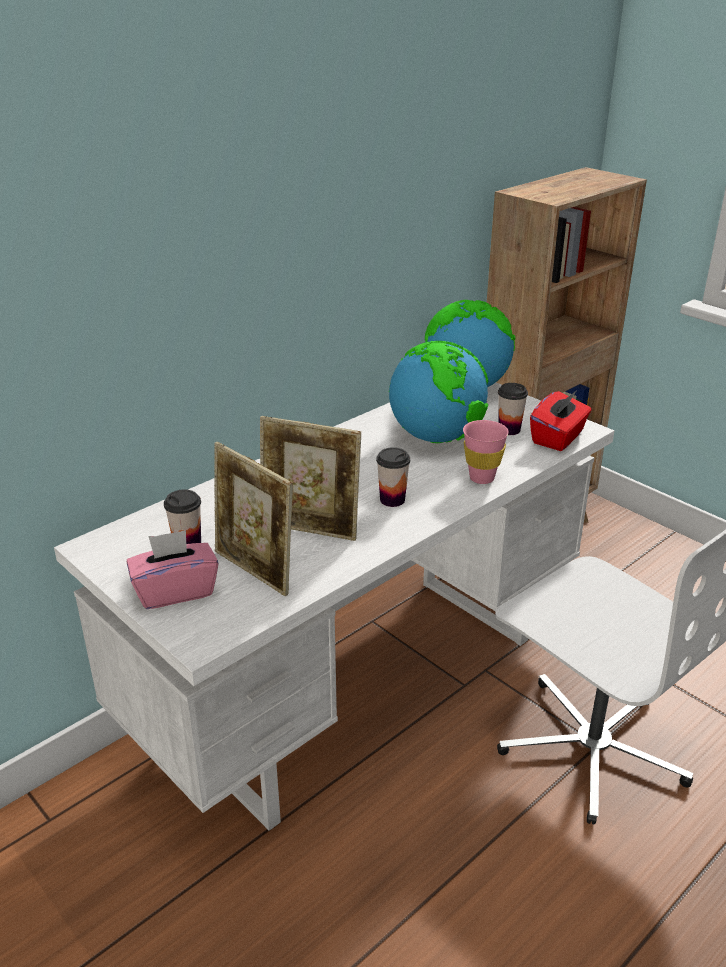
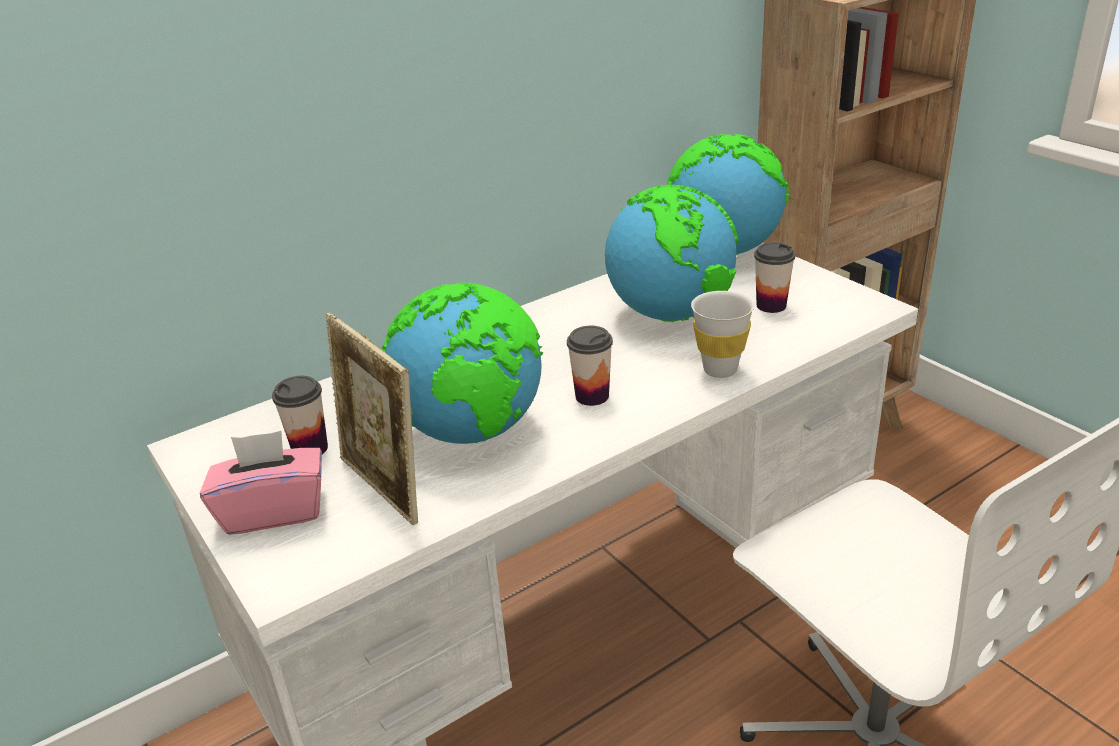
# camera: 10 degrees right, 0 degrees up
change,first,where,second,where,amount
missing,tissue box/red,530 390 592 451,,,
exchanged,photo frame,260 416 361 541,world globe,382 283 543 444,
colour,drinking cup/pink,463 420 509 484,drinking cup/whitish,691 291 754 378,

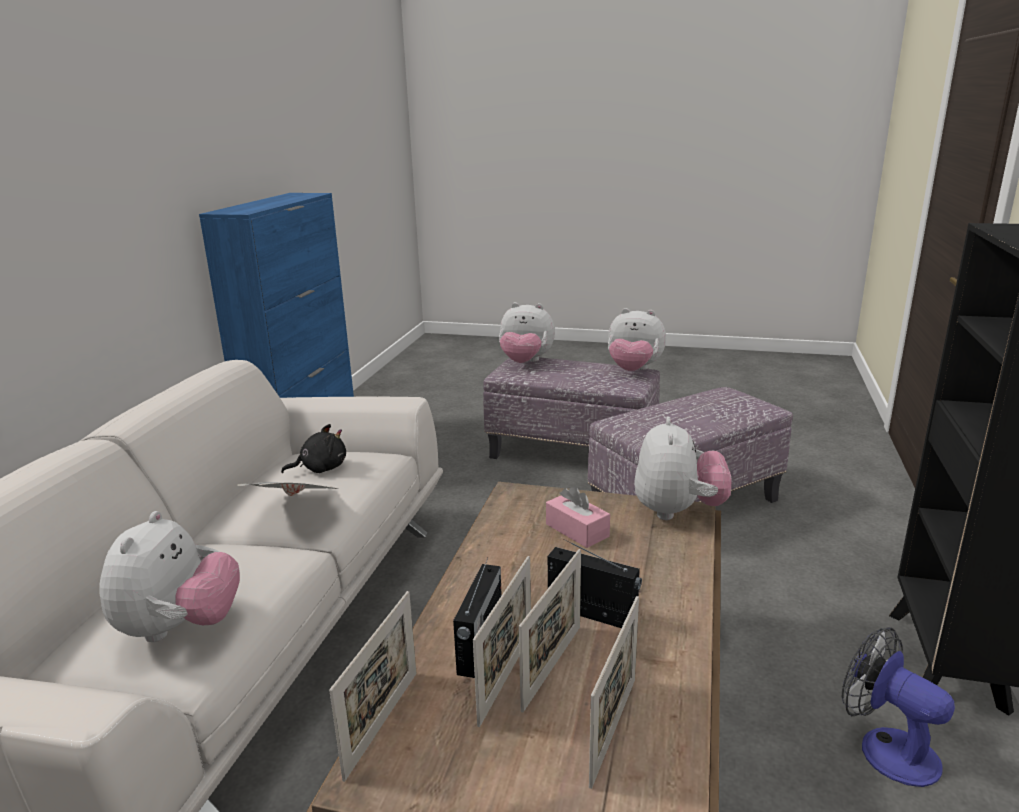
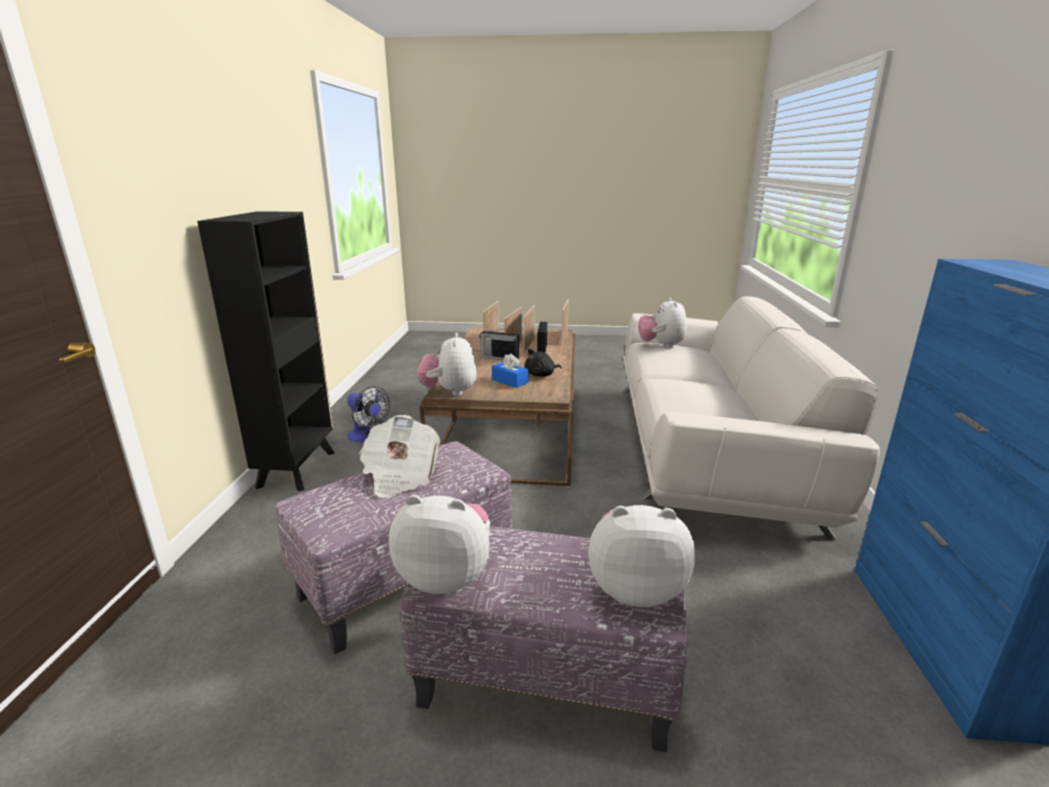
# camera: 170 degrees right, 0 degrees up
change,first,where,second,where,amount
relocated,cuddly toy/black,281 424 346 473,,525 349 562 377,
relocated,newspaper,238 482 338 496,,359 415 440 498,
colour,tissue box/pink,546 486 610 548,tissue box/blue,492 353 528 388,

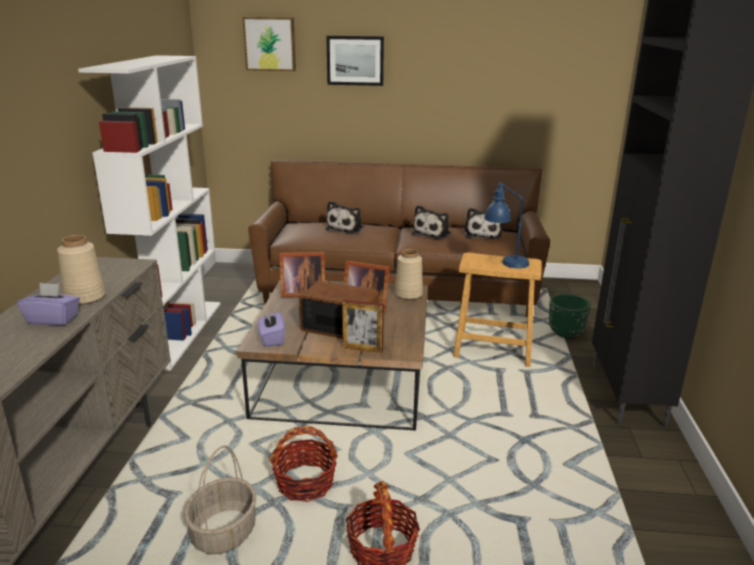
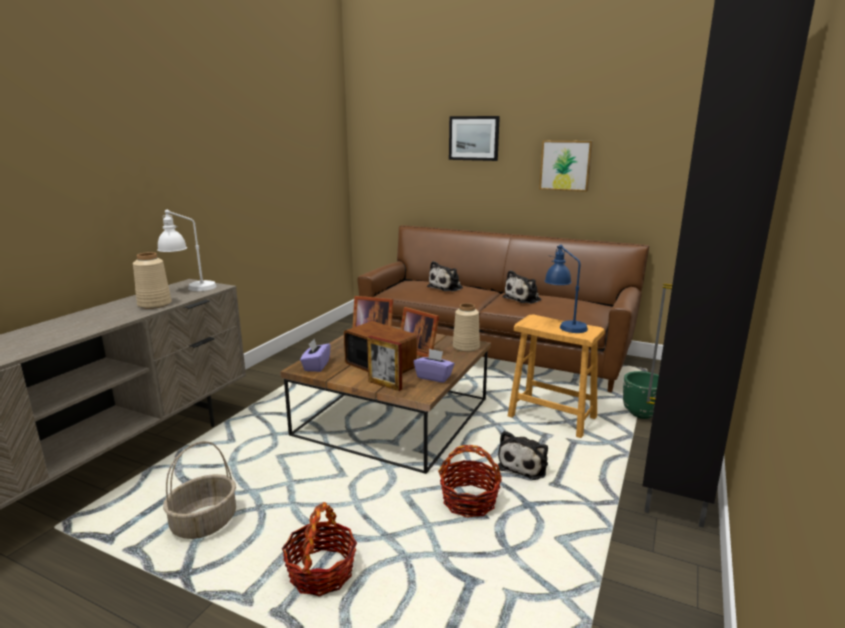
# camera: 20 degrees right, 5 degrees down
change,first,where,second,where,amount
relocated,wall picture,243 17 296 71,,539 140 593 192,
missing,bookcase/whitish,78 55 221 371,,,
relocated,cuddly toy,465 208 503 239,,498 431 548 480,
relocated,tissue box/purplish,17 283 80 325,,414 349 455 383,
relocated,storage basket,270 426 338 502,,438 445 502 518,
appeared,,,tabletop lamp/whitish,157 210 217 291,

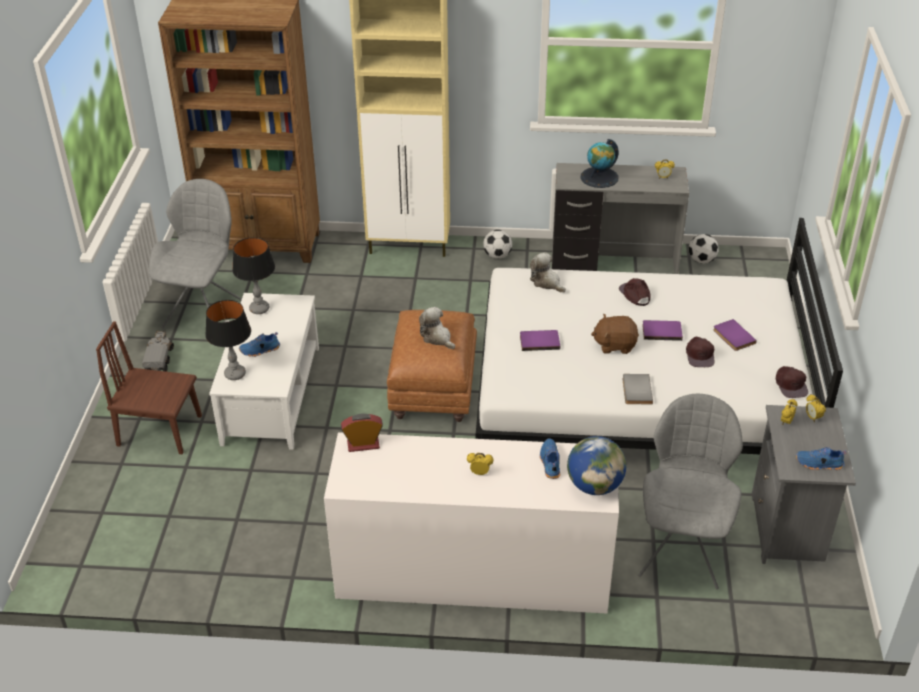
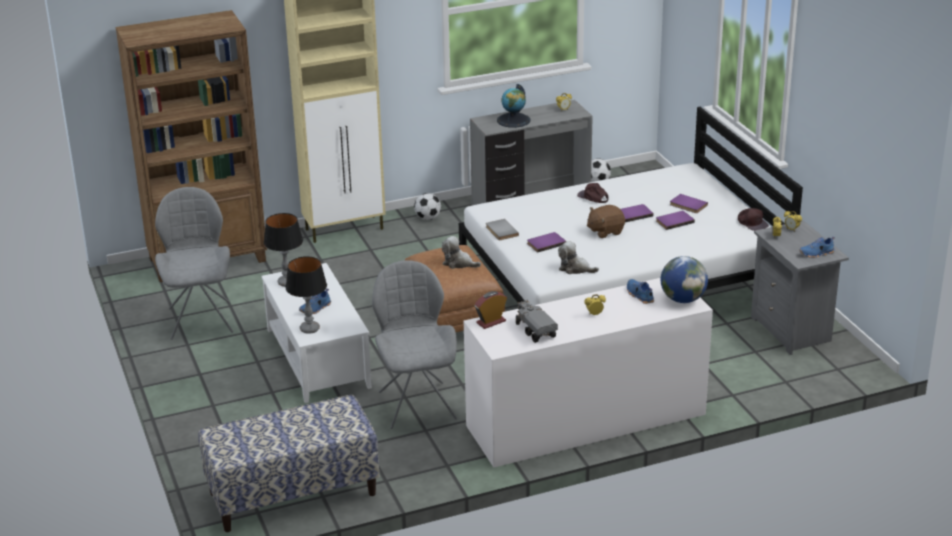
# camera: 25 degrees left, 10 degrees down
change,first,where,second,where,amount
relocated,cuddly toy,530 252 566 293,,558 241 599 274,
missing,chair/brownish,96 321 202 455,,,
relocated,toy truck,142 331 174 372,,516 299 558 343,
exchanged,peaked cap/brownish,686 337 715 367,bound book/purplish,656 211 695 230,
relocated,bound book/gray,623 374 653 404,,486 219 519 240,
relocated,chair/gray,638 394 743 589,,372 260 457 429,
appeared,,,indoor bench,198 395 379 532,

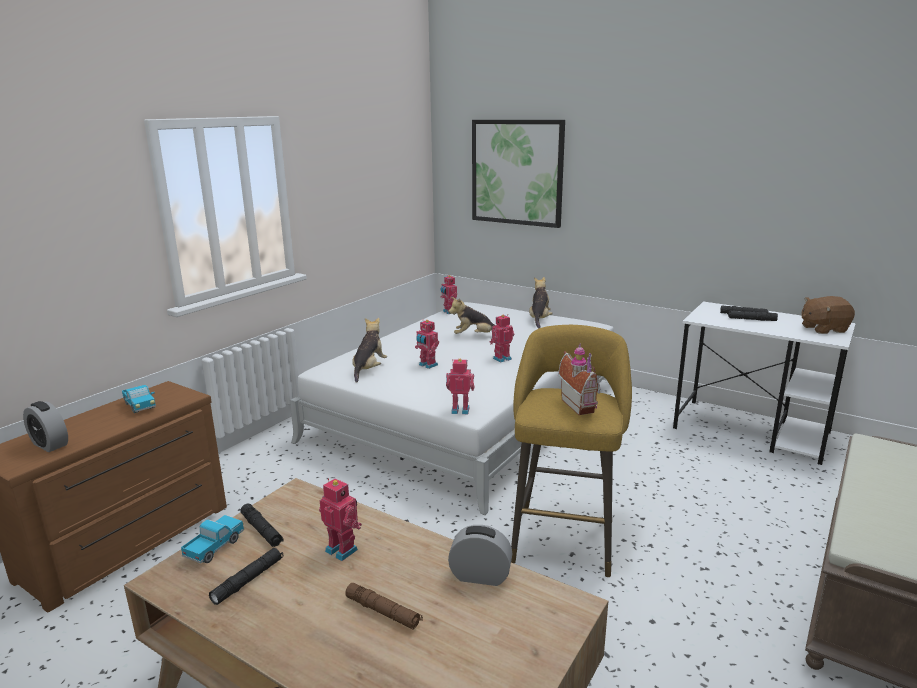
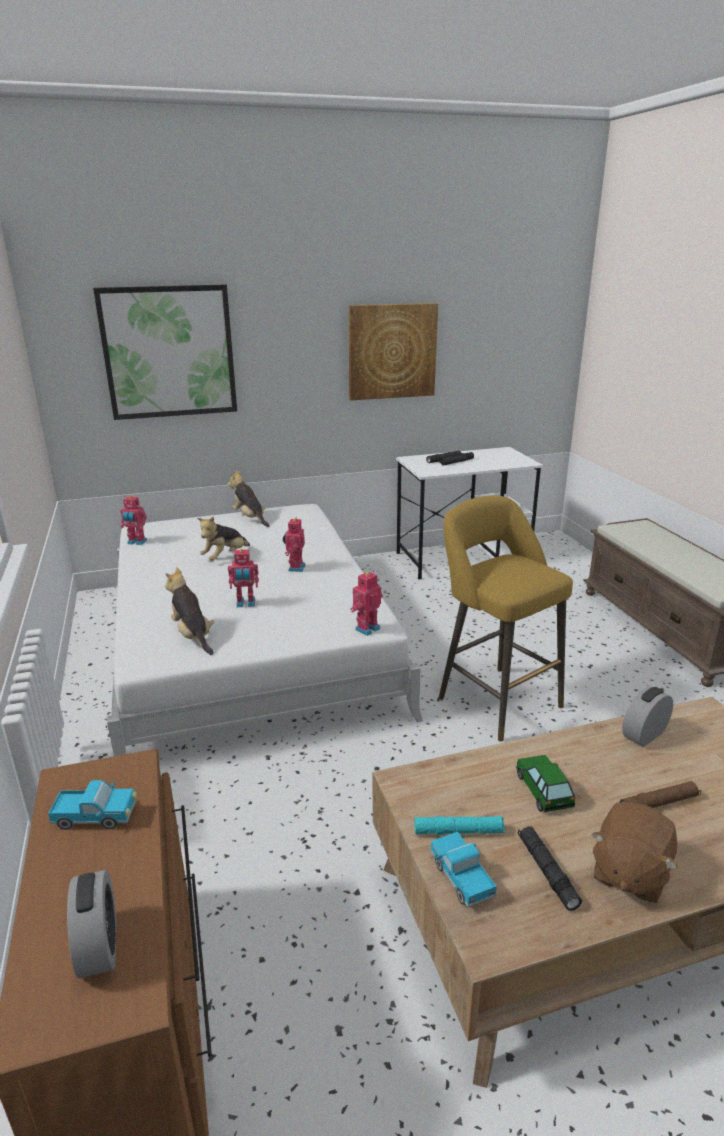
# camera: 50 degrees left, 5 degrees up
change,first,where,second,where,amount
relocated,cuddly toy/brownish,801 296 855 334,,591 803 677 903,
missing,miniature house,558 344 600 416,,,
spun,table clock,23 401 68 452,,67 870 117 978,90 degrees counterclockwise
exchanged,toy robot,319 478 362 561,toy car,516 755 576 812,
colour,flashlight/black,241 503 284 547,flashlight/turquoise,414 816 506 835,
appeared,,,wall picture,349 303 438 400,

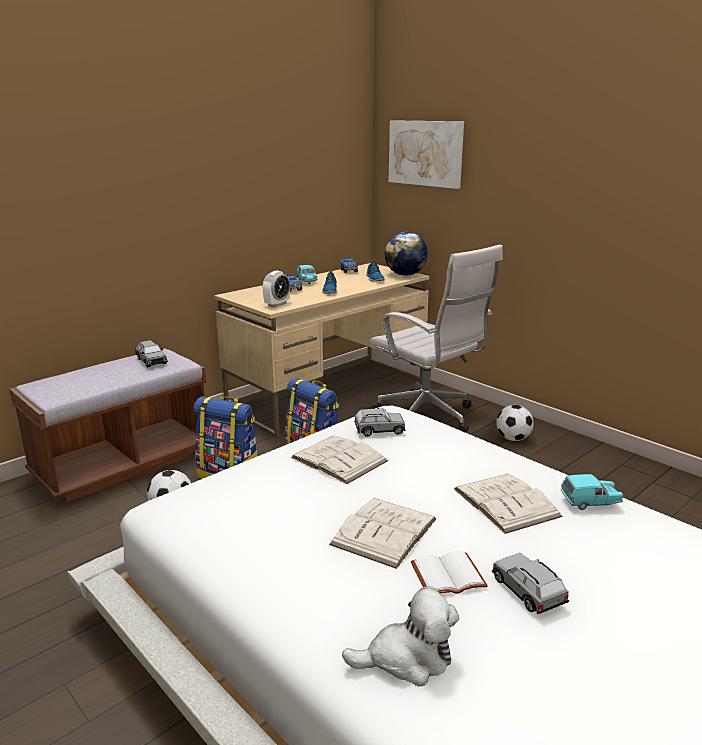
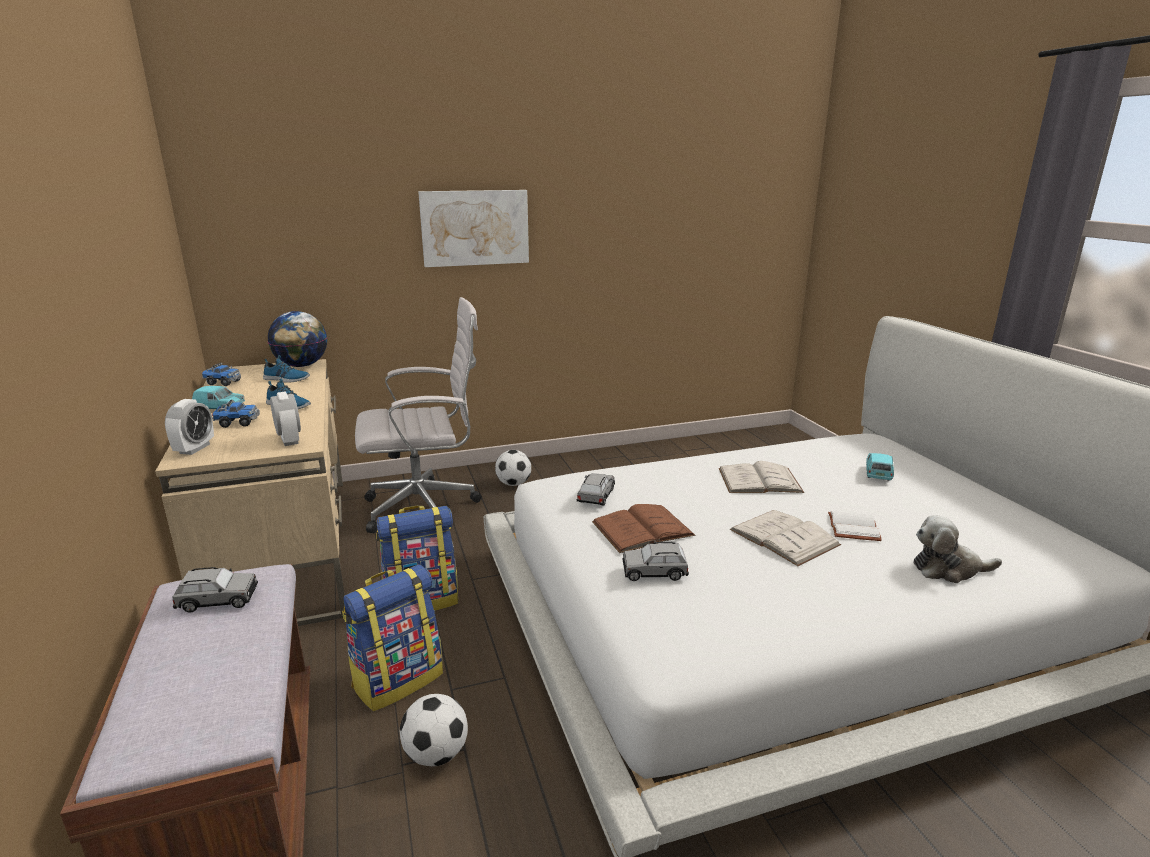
# camera: 65 degrees left, 0 degrees up
change,first,where,second,where,amount
relocated,wall picture,389 120 464 189,,418 190 529 267,
colour,bound book/whitish,291 436 388 484,bound book/brownish,592 504 695 553,
relocated,toy car/turquoise,561 474 624 510,,866 453 894 481,
relocated,toy car/gray,492 553 569 614,,623 542 689 581,
spun,cuddly toy,342 586 459 687,,913 515 1002 583,105 degrees counterclockwise
appeared,,,table clock,165 399 214 455,

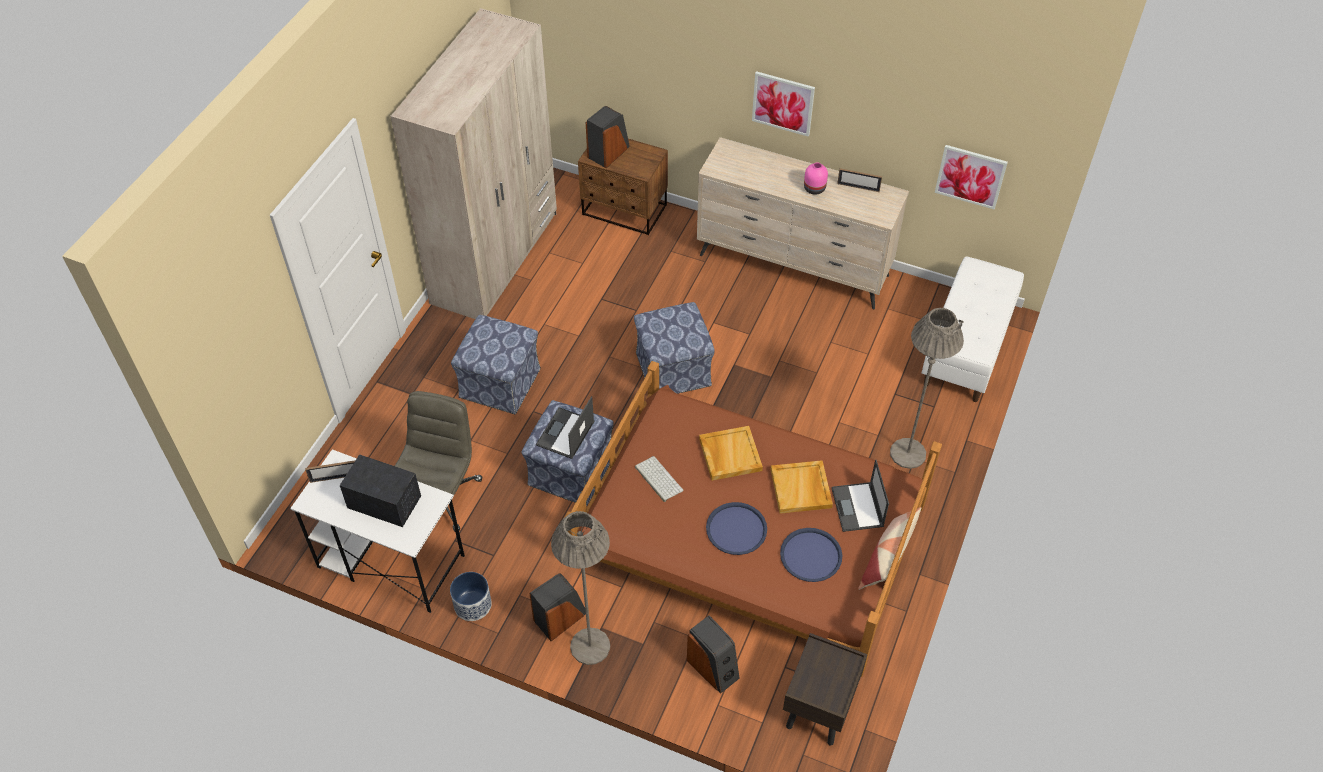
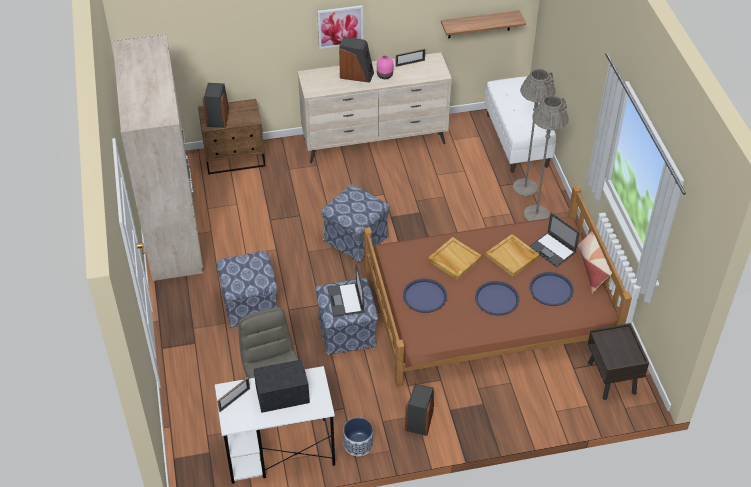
# camera: 35 degrees left, 5 degrees down
change,first,where,second,where,amount
exchanged,wall picture,935 145 1008 210,shelf,441 10 526 38,
exchanged,computer keyboard,635 456 684 502,carrying tray/blue,403 278 447 313,
relocated,floor lamp/gray,551 511 610 665,,513 69 556 197,
relocated,audio speaker,686 615 740 693,,339 36 374 83,

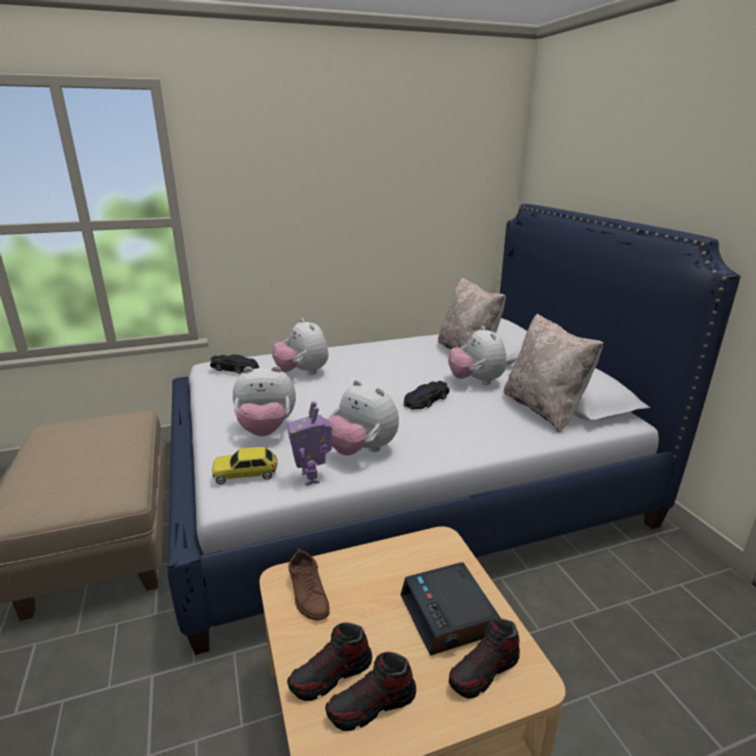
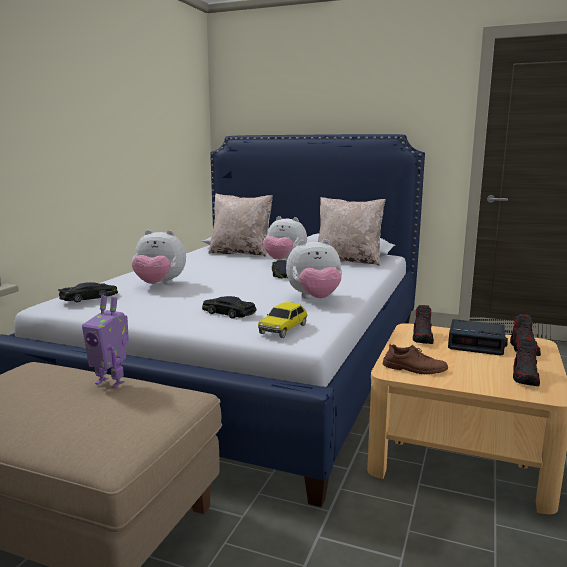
# camera: 50 degrees left, 10 degrees down
change,first,where,second,where,amount
exchanged,cuddly toy,233 366 296 436,toy car/black,202 296 257 319,
relocated,toy robot,287 401 332 485,,82 296 129 388,
relocated,item of footwear,287 622 372 701,,413 305 434 344,

